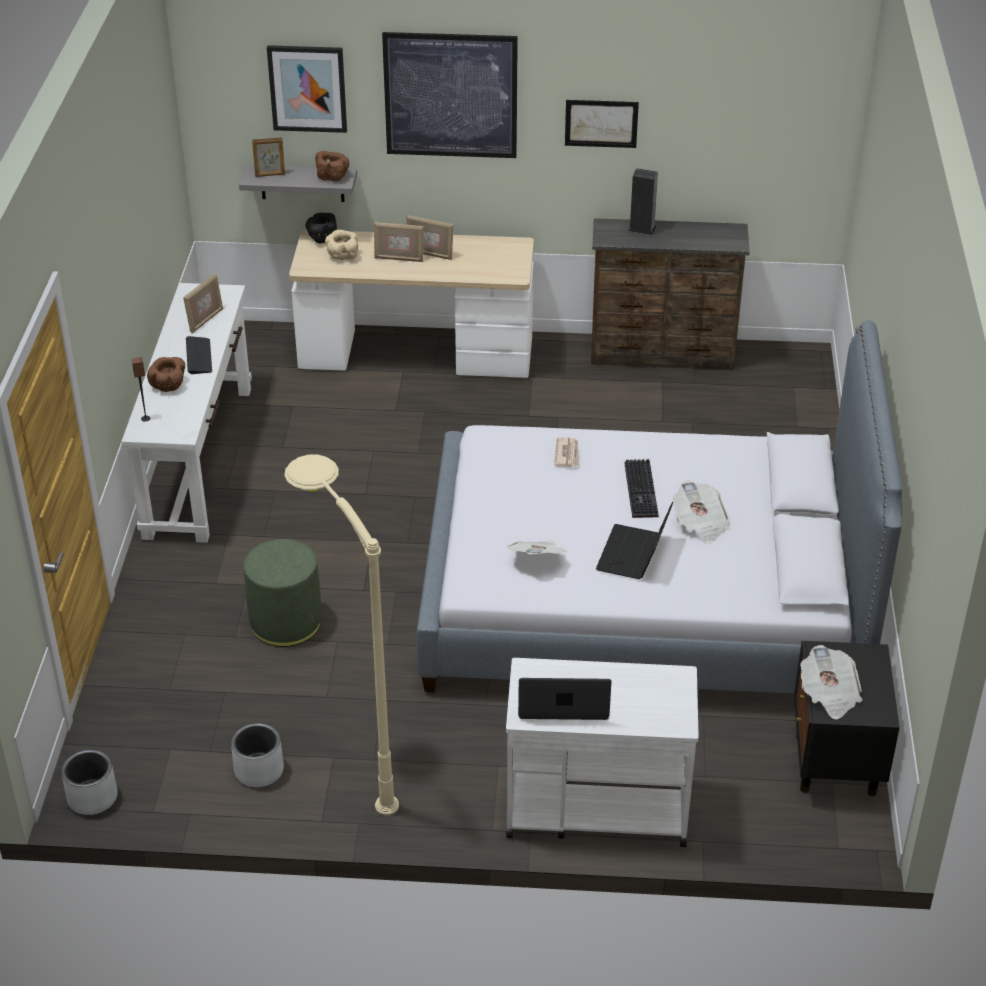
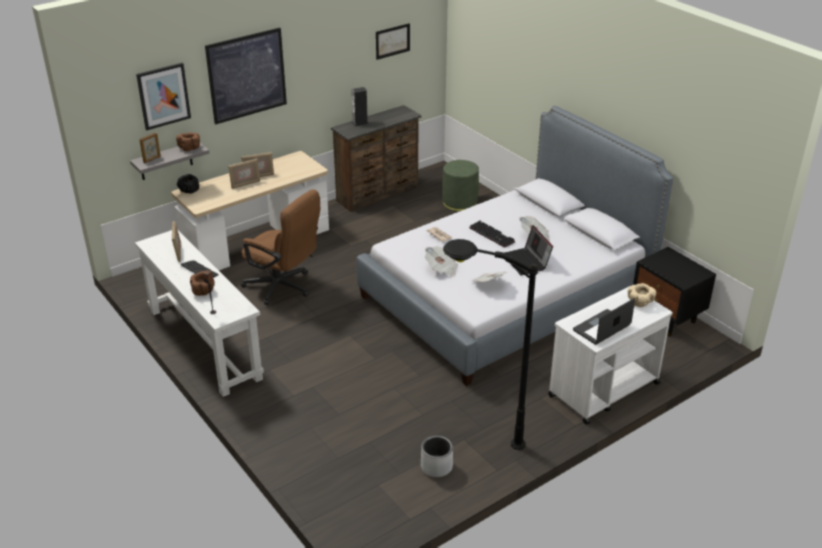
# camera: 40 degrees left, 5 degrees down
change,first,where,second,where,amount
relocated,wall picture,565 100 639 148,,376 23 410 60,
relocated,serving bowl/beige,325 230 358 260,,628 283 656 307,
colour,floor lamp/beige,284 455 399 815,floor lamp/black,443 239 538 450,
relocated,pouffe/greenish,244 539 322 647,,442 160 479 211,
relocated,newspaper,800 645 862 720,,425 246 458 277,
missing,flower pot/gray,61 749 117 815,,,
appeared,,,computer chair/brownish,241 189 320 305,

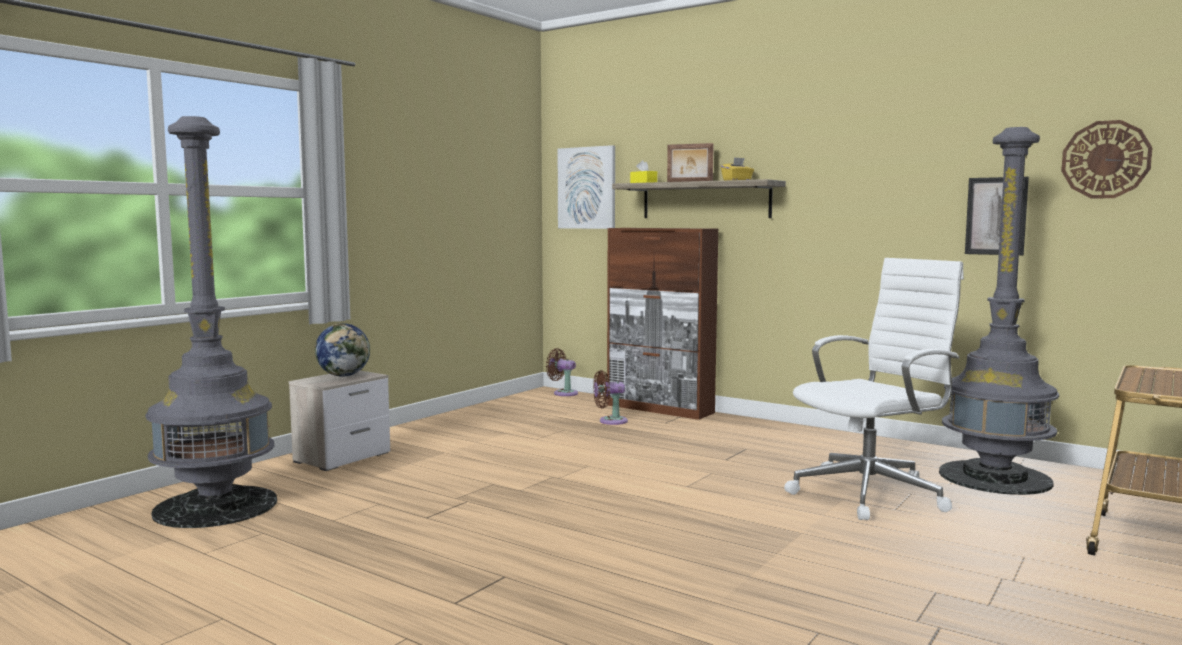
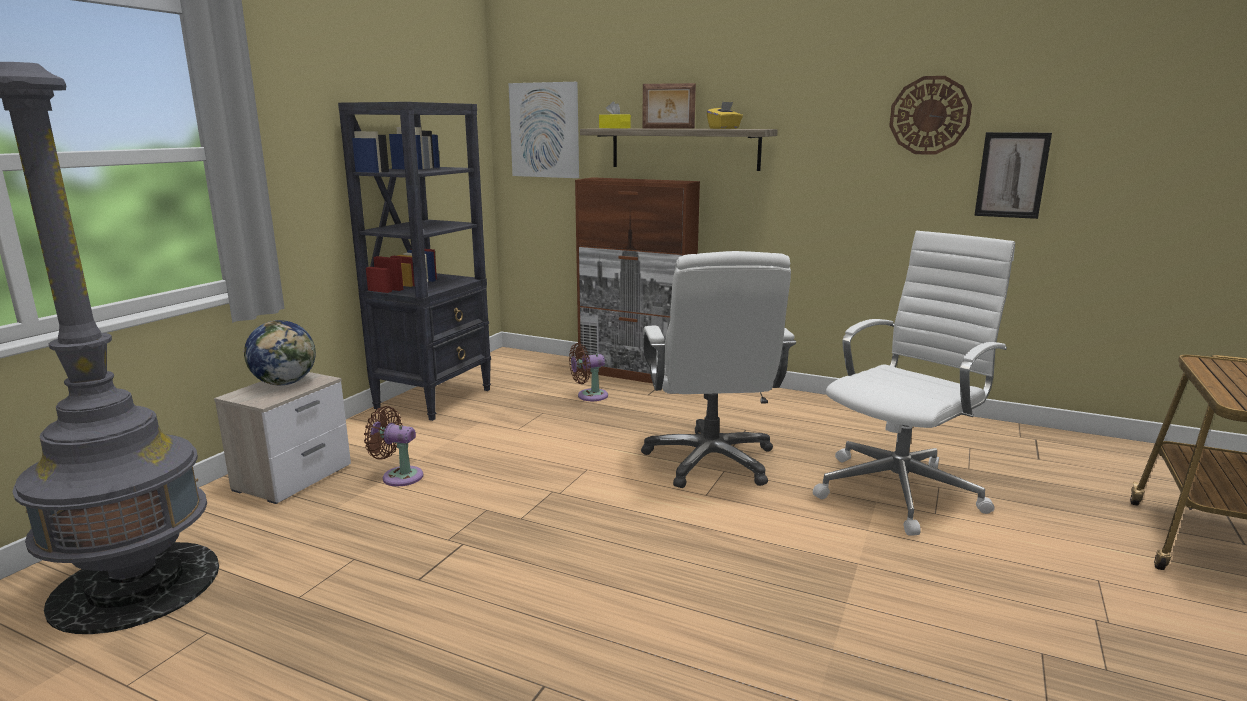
# camera: 10 degrees left, 10 degrees up
change,first,where,second,where,amount
relocated,wall clock,1061 120 1153 198,,889 76 972 155,
missing,floor lamp/gray,939 127 1059 495,,,
relocated,cooling fan/brownish,546 348 578 396,,364 406 423 486,
appeared,,,bookcase/black,338 102 491 421,
appeared,,,computer chair/whitish,641 251 796 488,

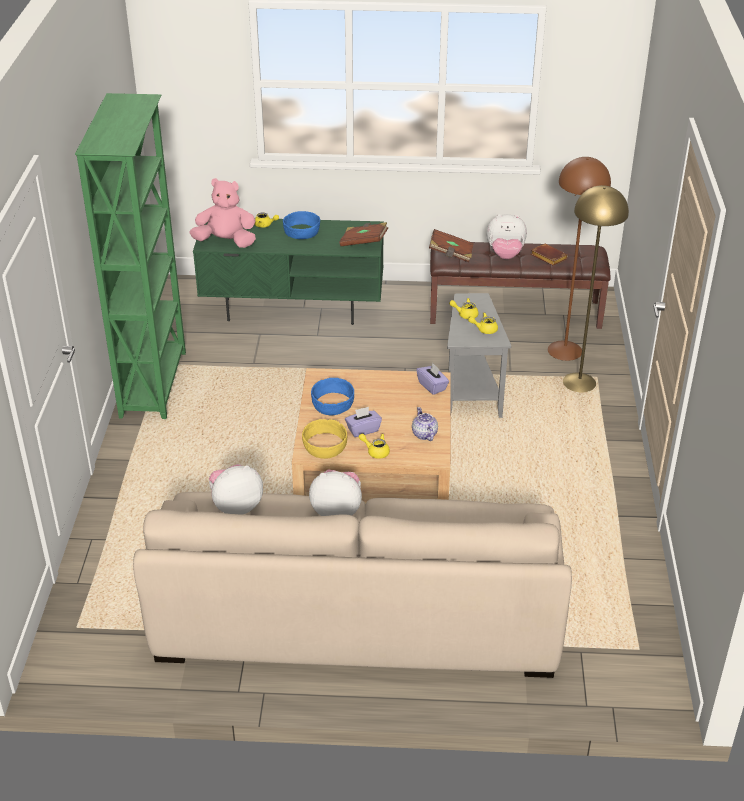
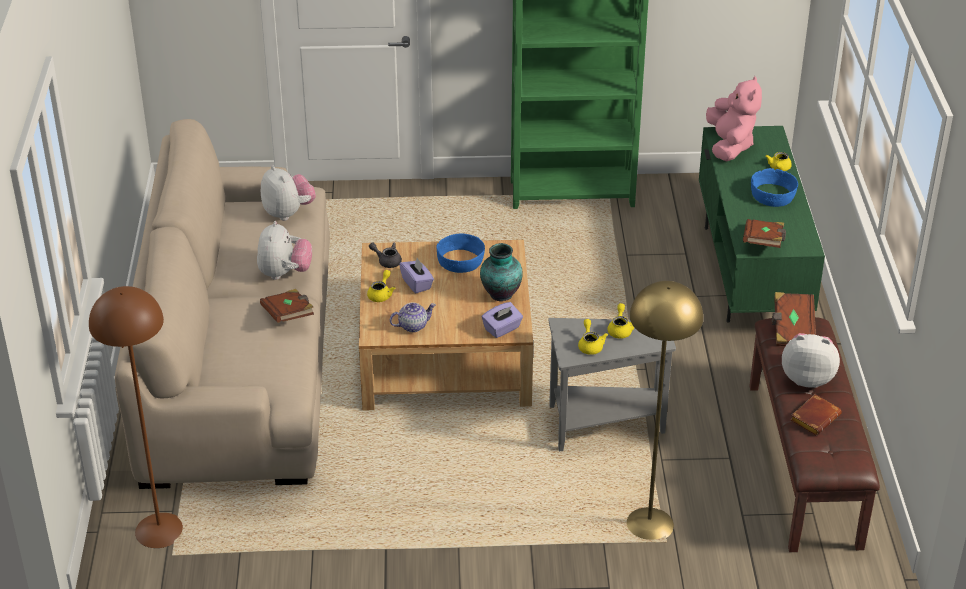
# camera: 85 degrees right, 0 degrees up
change,first,where,second,where,amount
relocated,floor lamp/brownish,548 157 611 361,,89 286 183 548,
spun,cuddly toy,486 214 527 259,,782 333 840 388,105 degrees clockwise
exchanged,serving bowl/yellowish,302 419 347 459,teapot/gray,369 242 402 268,
appeared,,,vase,480 243 523 301,
appeared,,,bound book/brownish,260 289 314 323,

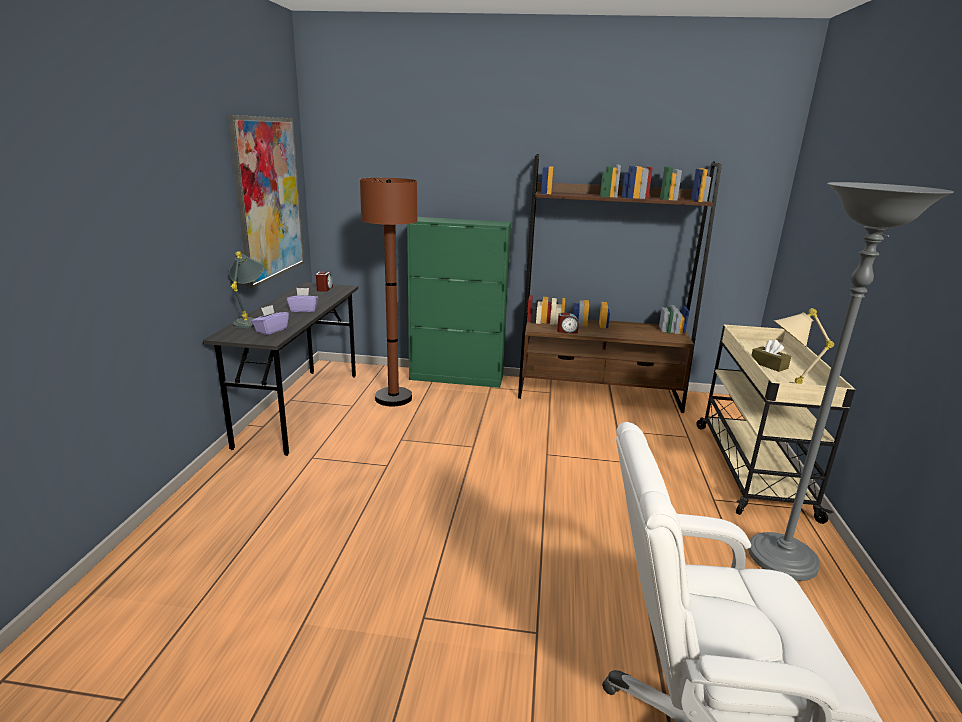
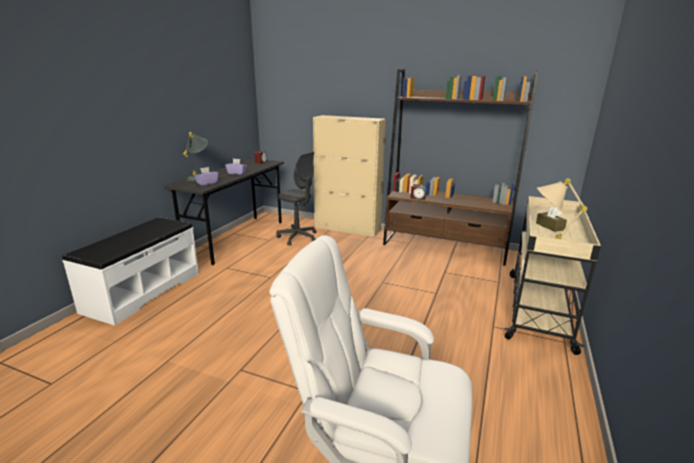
# camera: 15 degrees right, 0 degrees up
change,first,where,second,where,amount
missing,wall picture,228 115 304 289,,,
exchanged,floor lamp/brownish,360 178 417 407,computer chair/gray,277 152 317 246,
missing,floor lamp/gray,748 182 954 581,,,
colour,cupboard/greenish,407 217 511 388,cupboard/beige,313 115 386 237,
appeared,,,indoor bench/whitish,62 217 199 326,

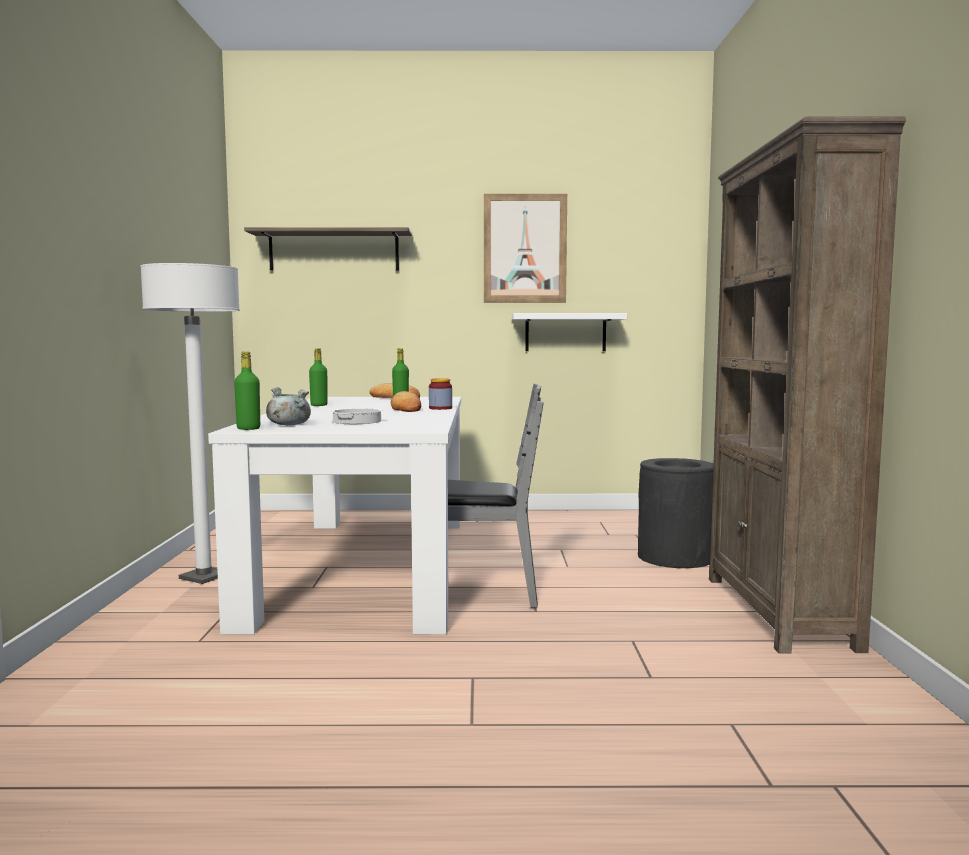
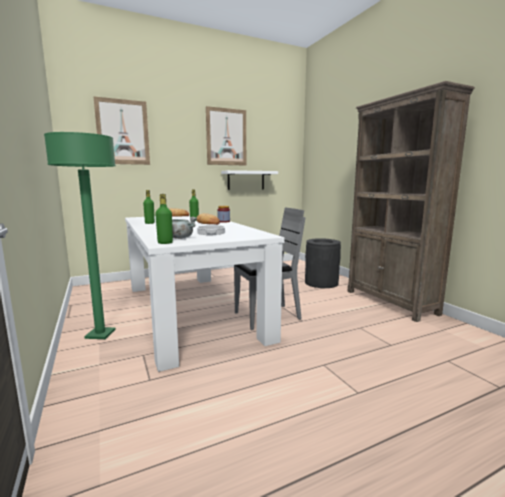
# camera: 25 degrees left, 5 degrees up
change,first,where,second,where,amount
exchanged,shelf,244 227 412 270,wall picture,93 96 150 165,
colour,floor lamp/whitish,141 263 240 584,floor lamp/greenish,44 132 116 339,

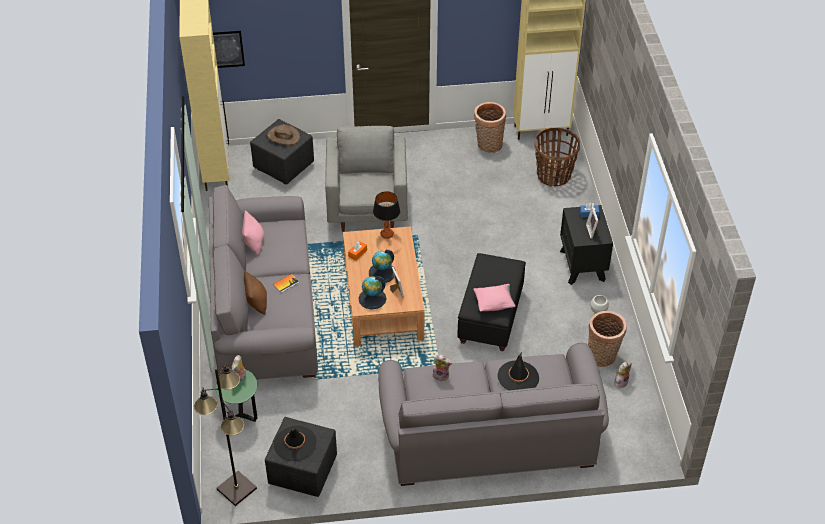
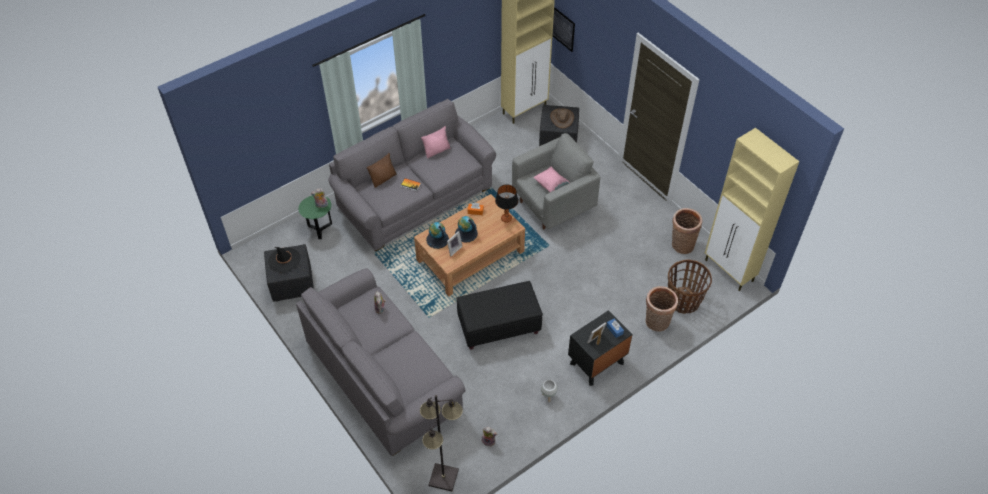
# camera: 60 degrees right, 5 degrees up
change,first,where,second,where,amount
relocated,pillow/pink,473 284 516 311,,533 167 570 192,
relocated,storage basket,588 311 627 367,,646 286 678 332,
missing,hat/black,497 352 539 391,,,
relocated,floor lamp/black,194 363 257 506,,420 395 463 491,

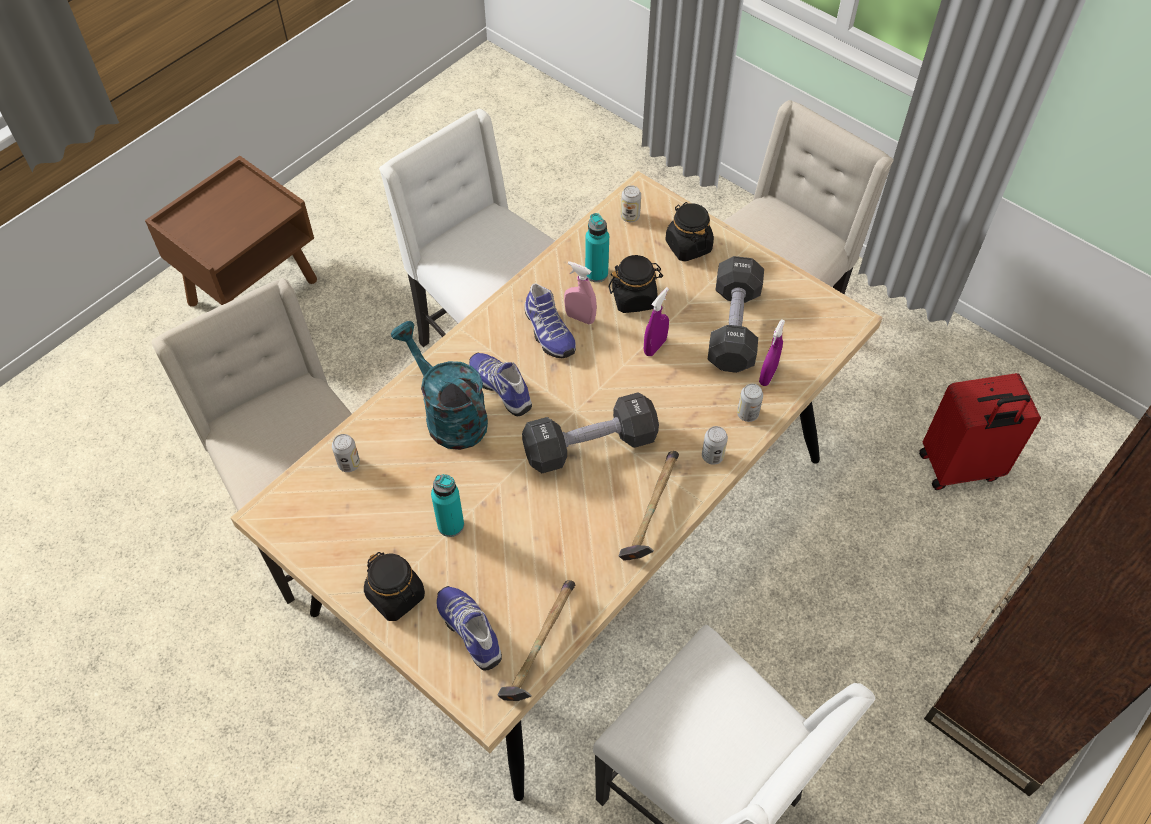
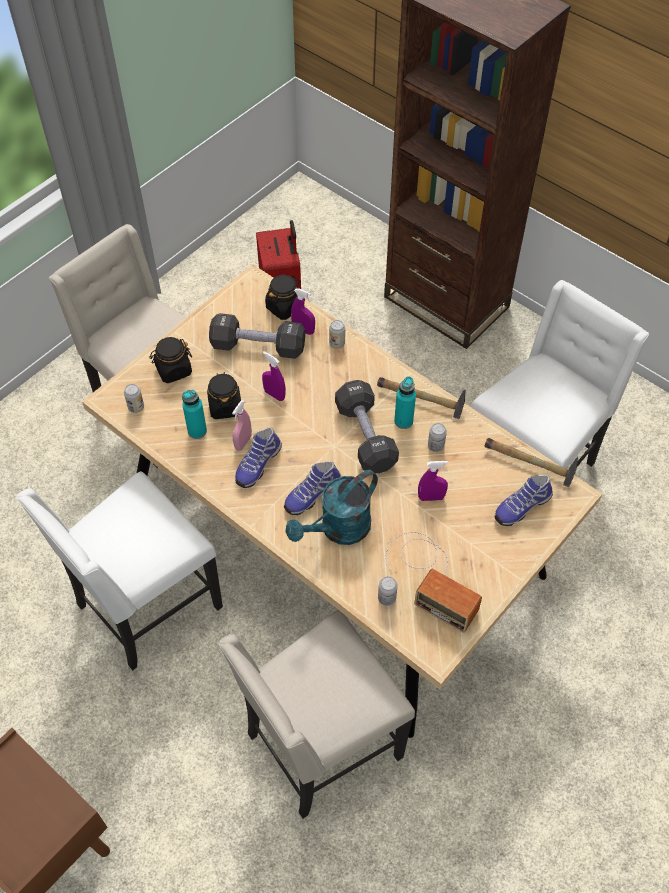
# camera: 90 degrees left, 0 degrees up
change,first,where,second,where,amount
spun,item of footwear,524 283 576 358,,235 427 282 488,150 degrees clockwise
relocated,sealed can,702 426 728 465,,428 423 447 452,
relocated,drink bottle/turquoise,431 474 464 537,,394 376 416 429,
relocated,storage jar/black,364 552 425 621,,265 275 300 320,
appeared,,,sprayer/purplish,418 461 448 501,
appeared,,,radio,385 532 482 633,

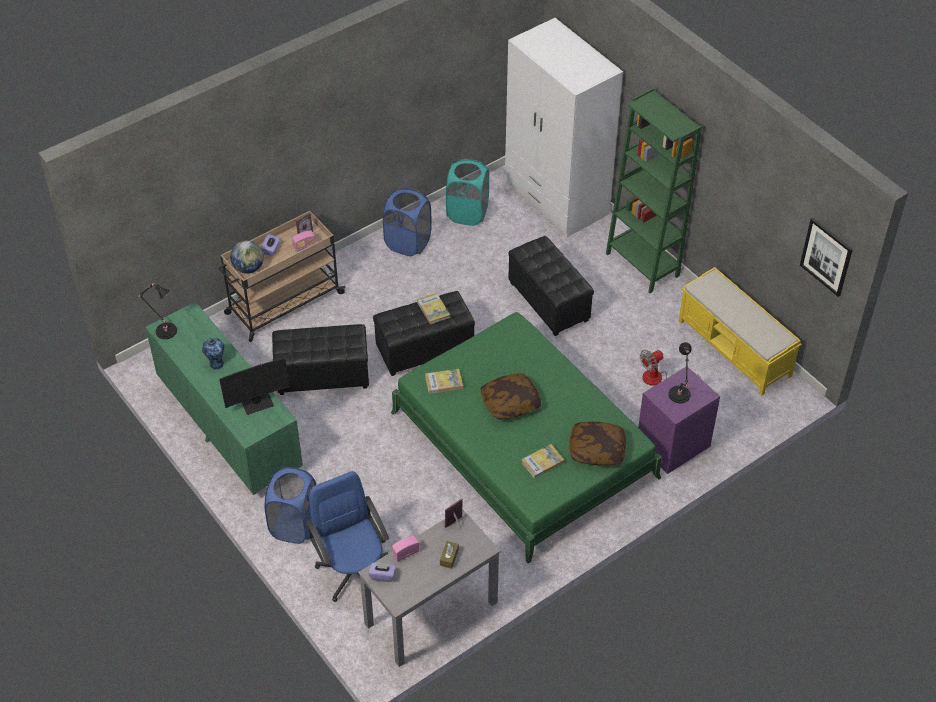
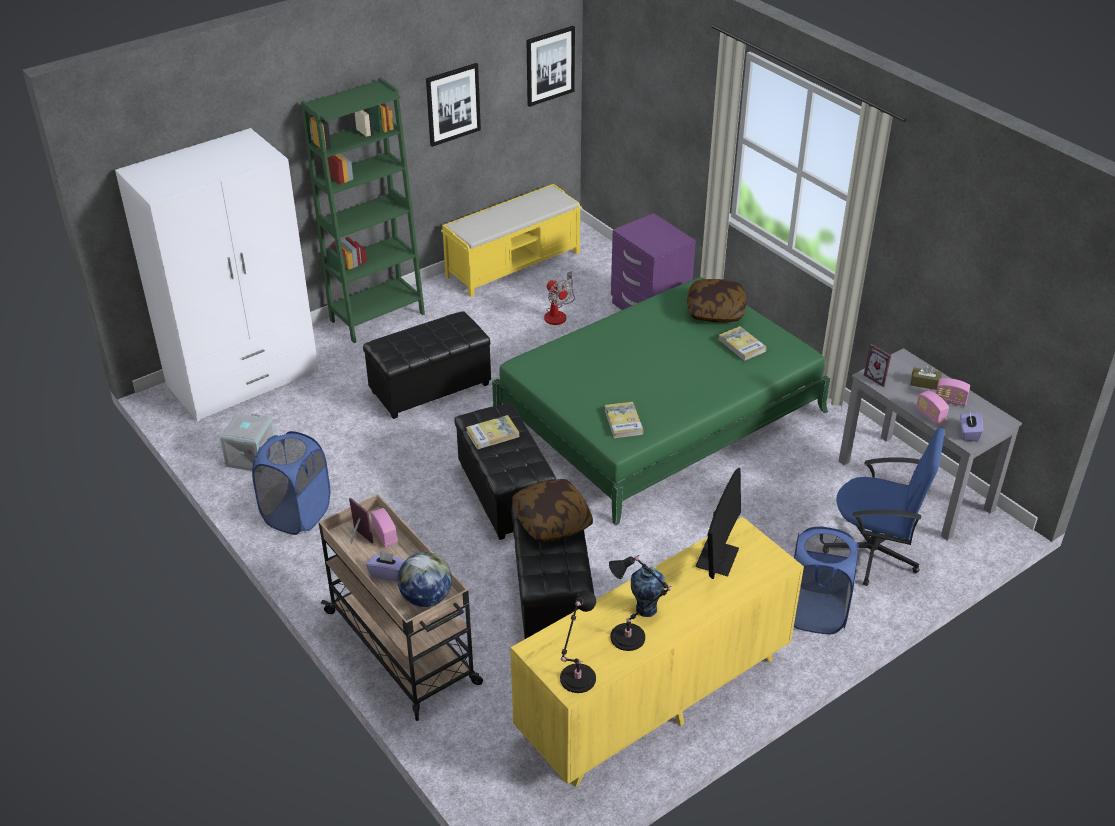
# camera: 90 degrees left, 10 degrees down
change,first,where,second,where,amount
exchanged,washing basket/turquoise,446 159 489 226,storage container/gray,220 413 274 471,
colour,drawer chest/greenish,146 302 303 495,drawer chest/yellowish,511 517 804 787,
relocated,tabletop lamp/black,669 342 692 403,,609 555 672 651,
spun,computer screen,219 358 290 415,,695 468 741 579,45 degrees clockwise
relocated,pillow,481 373 541 420,,512 479 593 541,
spun,computer chair/blue,306 471 389 602,,836 428 945 586,135 degrees counterclockwise
appeared,,,wall picture,426 63 481 147,
appeared,,,radio,936 378 970 406,

